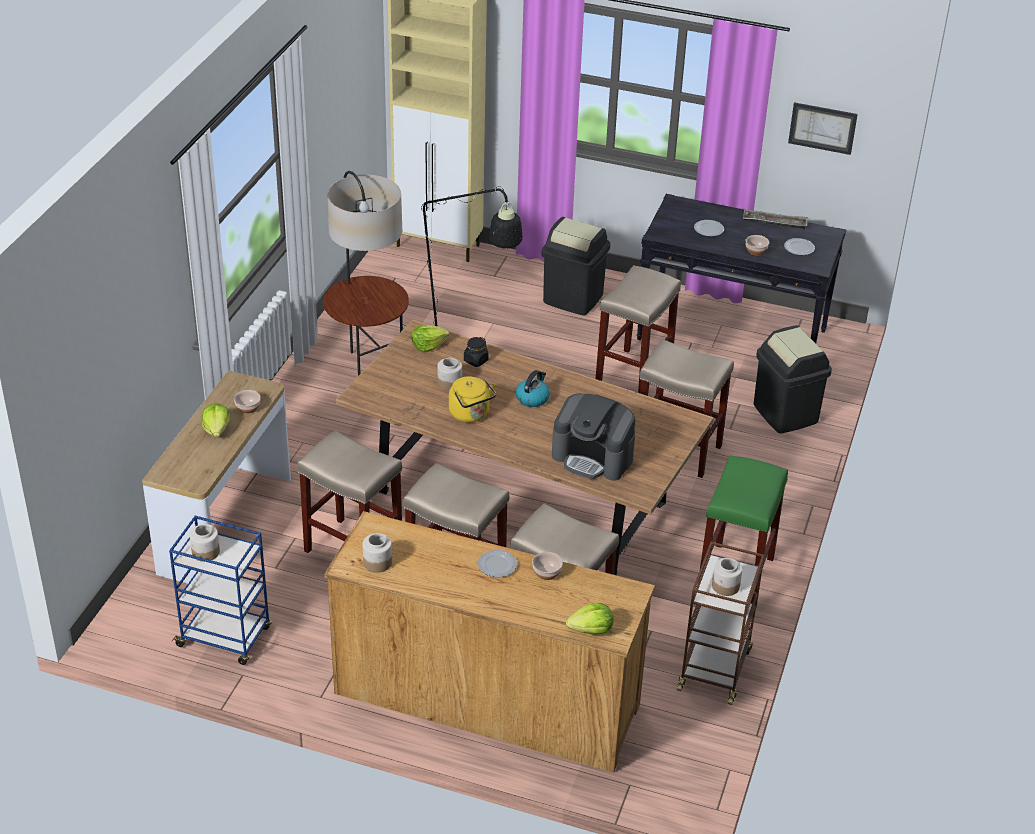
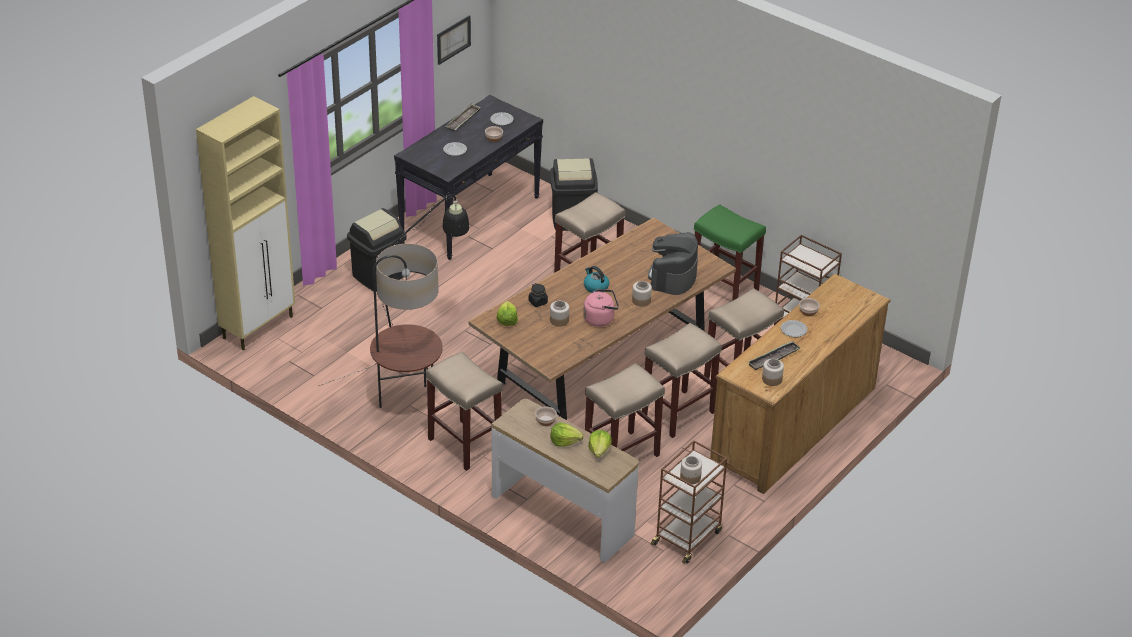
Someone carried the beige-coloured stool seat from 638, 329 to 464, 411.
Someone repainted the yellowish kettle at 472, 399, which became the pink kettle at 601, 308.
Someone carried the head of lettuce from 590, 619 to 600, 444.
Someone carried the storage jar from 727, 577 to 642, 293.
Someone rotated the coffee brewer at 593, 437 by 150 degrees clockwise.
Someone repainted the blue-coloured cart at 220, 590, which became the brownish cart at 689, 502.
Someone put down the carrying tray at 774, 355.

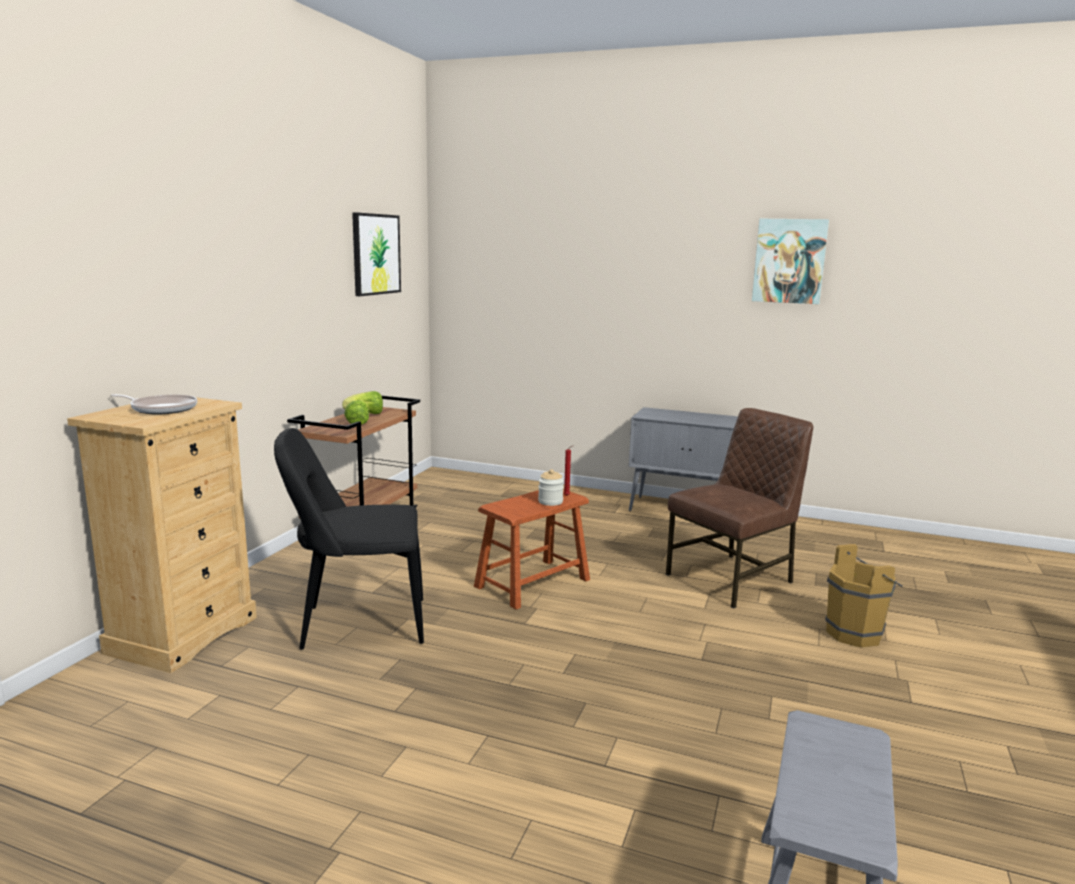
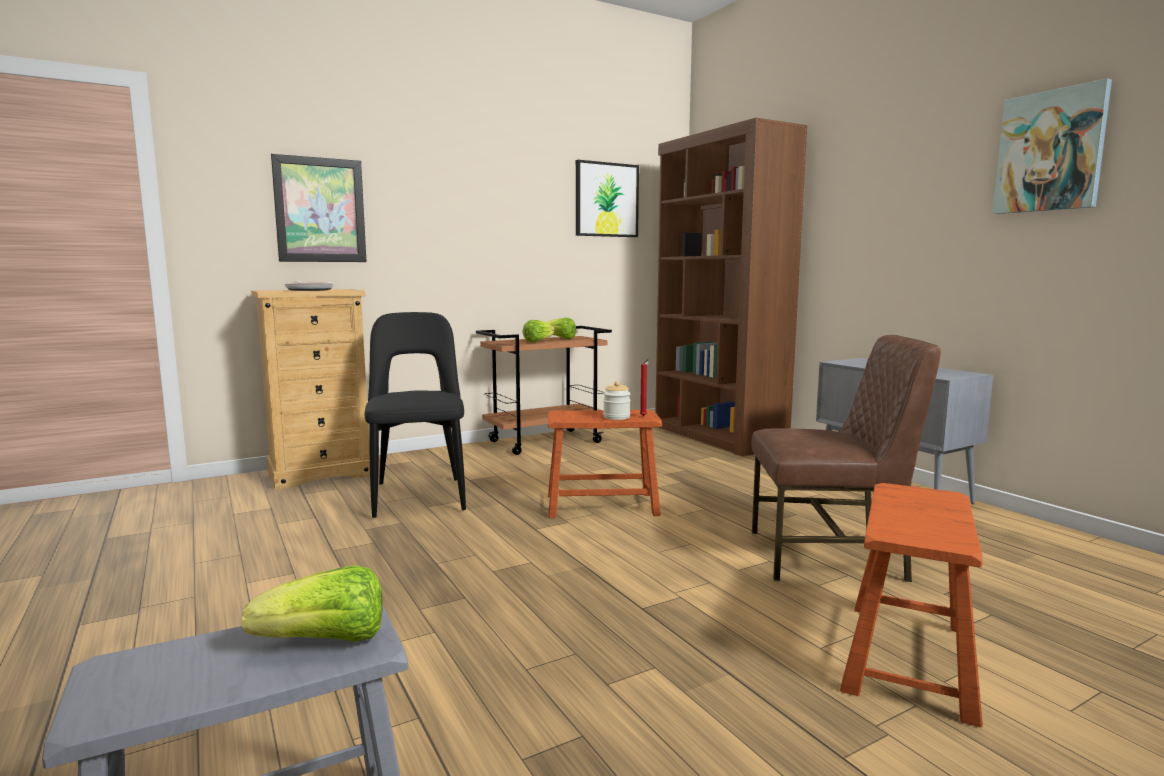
Someone put down the head of lettuce at 312, 603.
Someone put up the picture at 319, 208.
Someone rotated the black-coloured chair at 349, 539 by 45 degrees clockwise.
Someone put down the brownish bookcase at 731, 287.
Someone swapped the brownish pail at 864, 595 for the brownish stool seat at 911, 605.

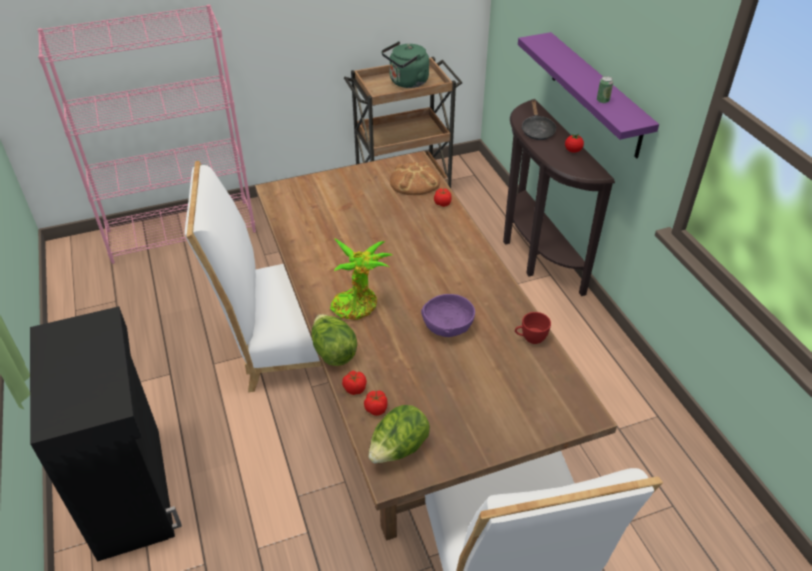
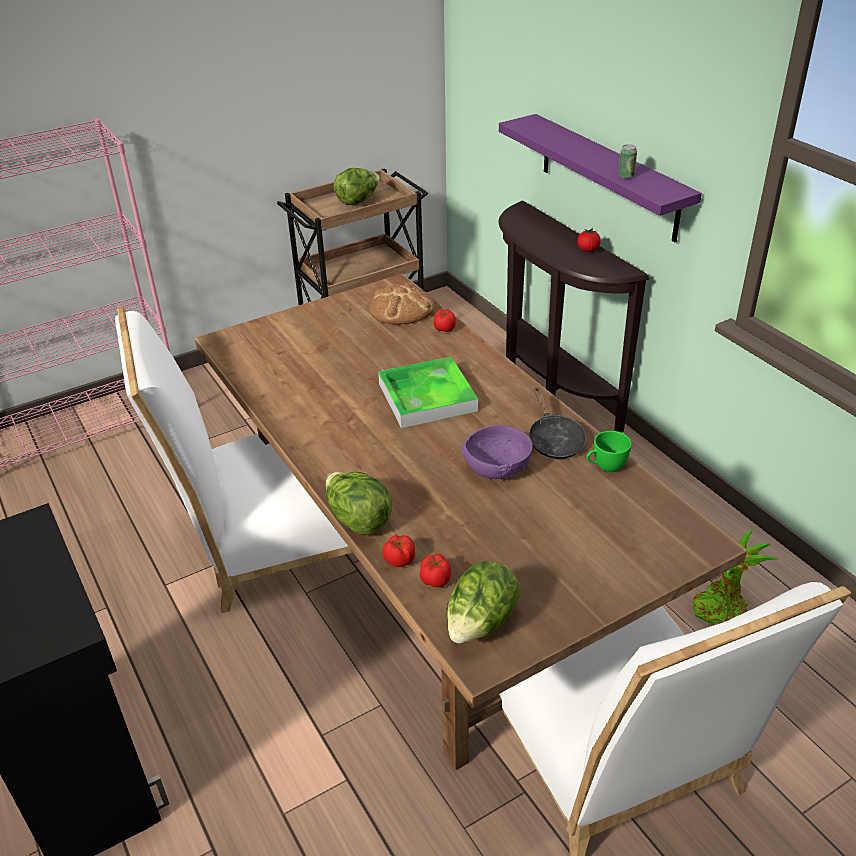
Someone swapped the greenish kettle at 405, 64 for the head of lettuce at 357, 186.
Someone put down the carrying tray at 428, 392.
Someone carried the black-coloured pan from 539, 120 to 557, 423.
Someone repainted the reddish small cup at 533, 328, which became the greenish small cup at 609, 451.
Someone carried the plant in a pot from 361, 279 to 736, 577.

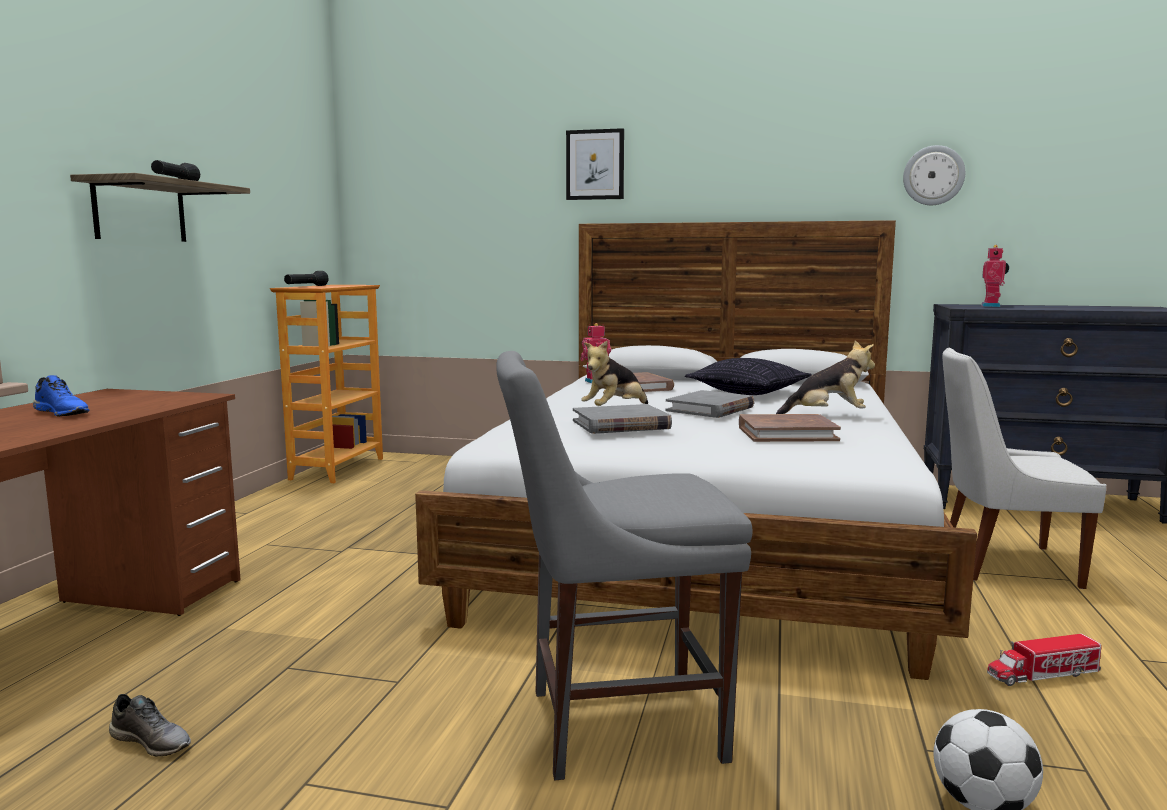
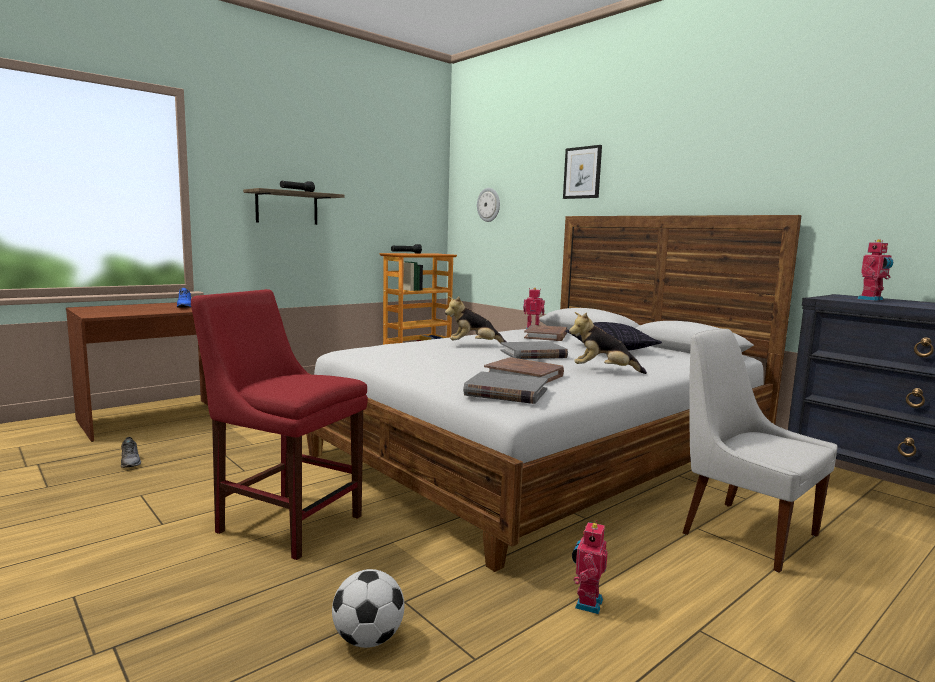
Someone repainted the grey chair at 624, 565, which became the reddish chair at 279, 424.
Someone carried the grey volume from 622, 419 to 505, 387.
Someone carried the wall clock from 934, 175 to 488, 205.
Someone rotated the cuddly toy at 825, 377 by 150 degrees clockwise.
Someone swapped the toy truck at 1044, 660 for the robot figure at 590, 567.

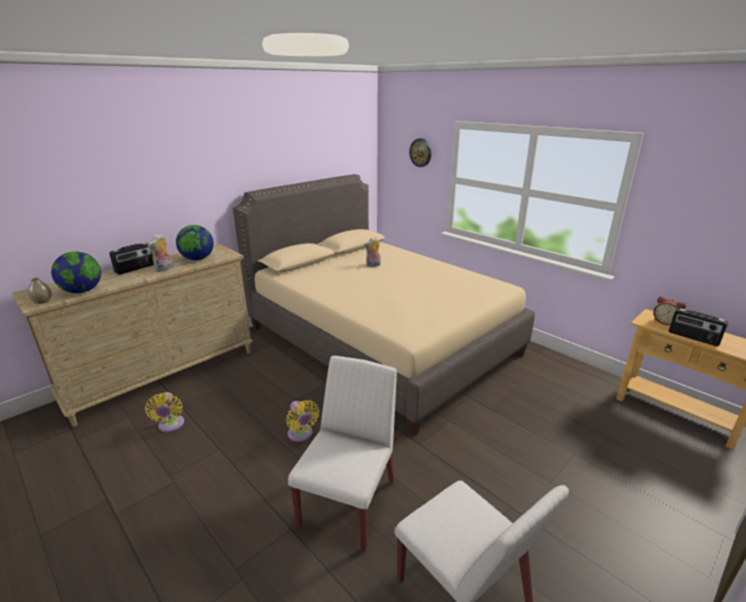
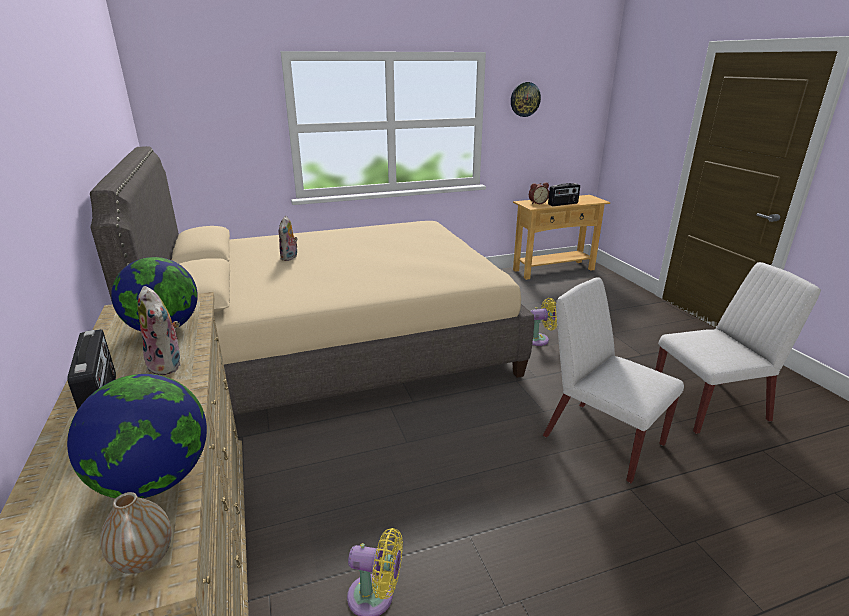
Someone carried the wall clock from 420, 152 to 526, 99.
Someone carried the yellowish electric fan from 302, 421 to 543, 322.

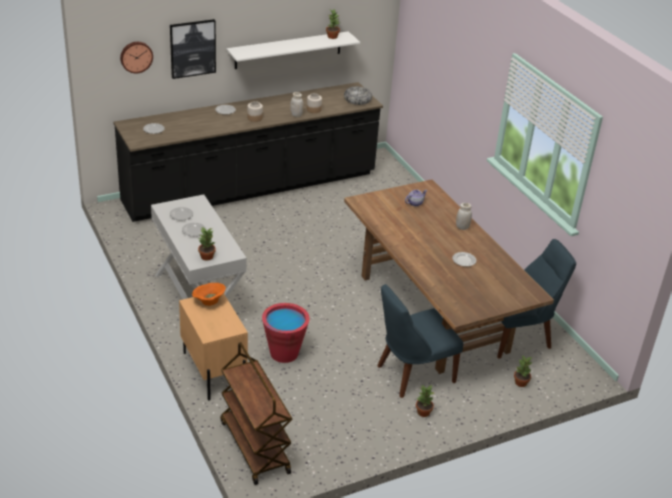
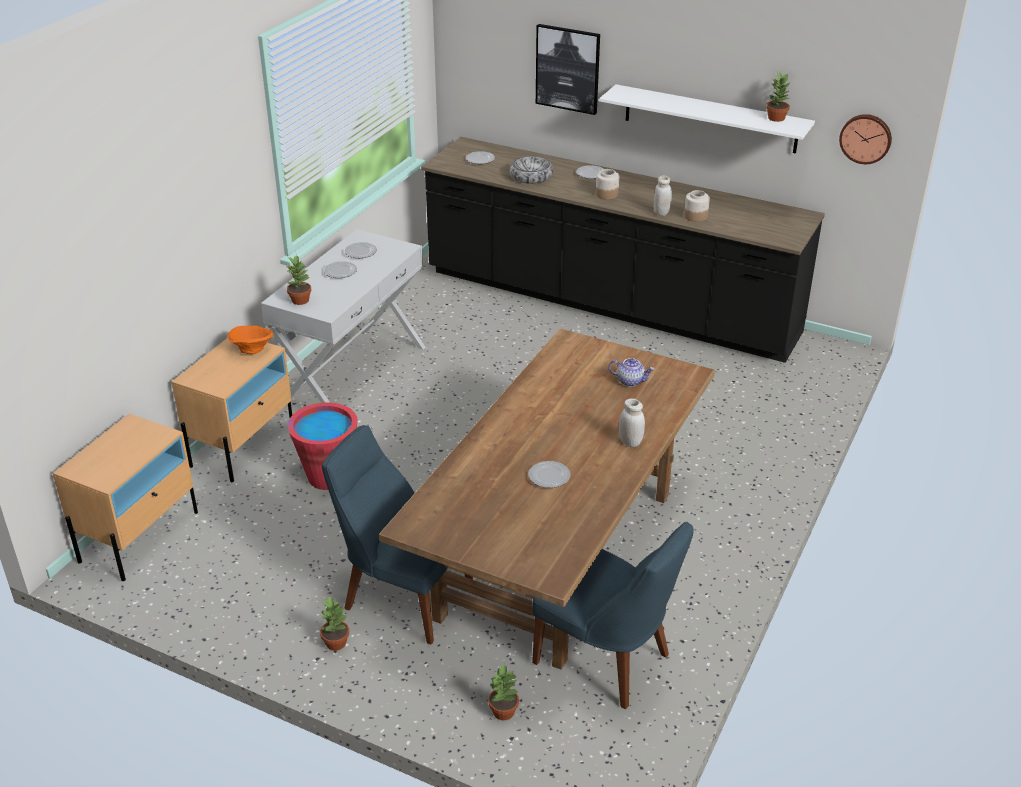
Someone swapped the brownish cart at 256, 413 for the beige-coloured nightstand at 125, 497.
Someone carried the deep dish from 358, 95 to 531, 170.
Someone carried the wall clock from 136, 57 to 865, 139.

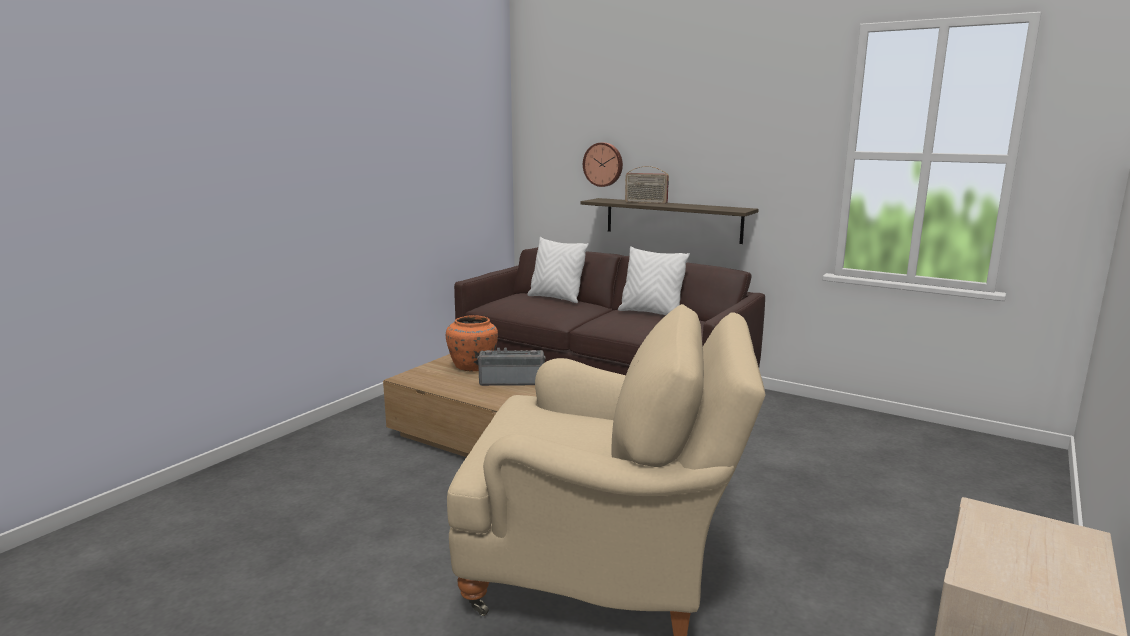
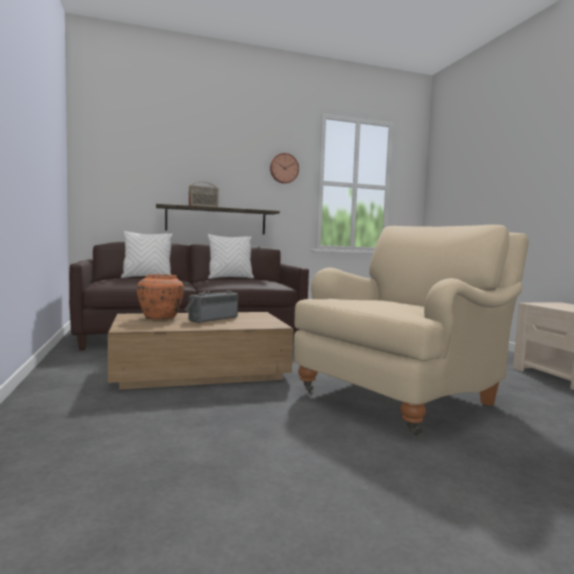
Someone carried the wall clock from 603, 164 to 284, 168.

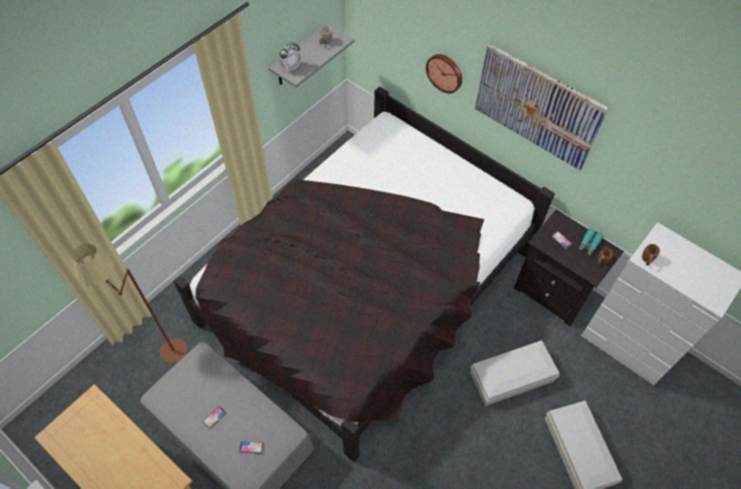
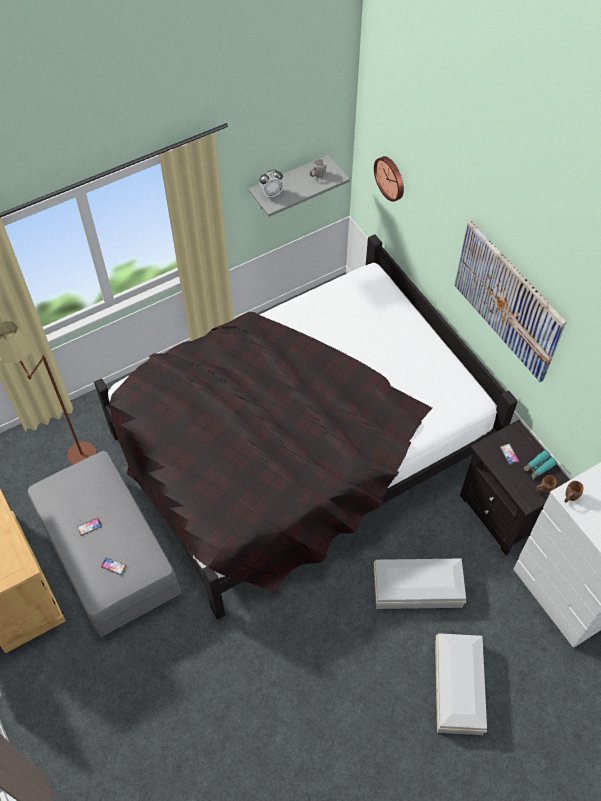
Someone carried the wall clock from 444, 73 to 389, 179.

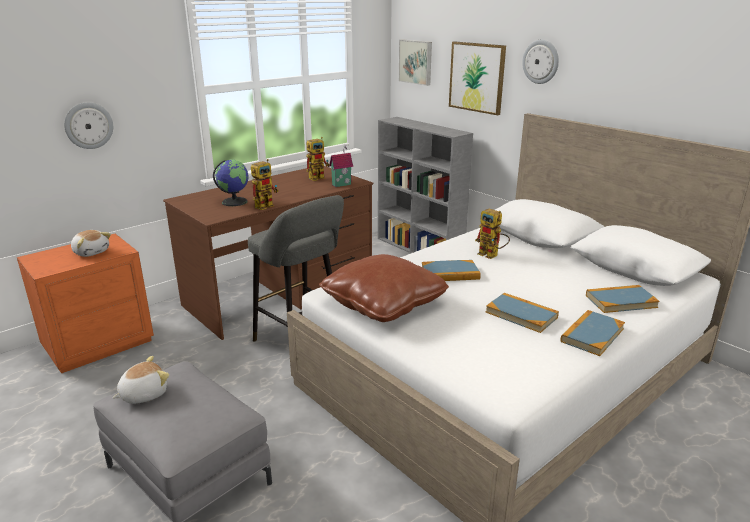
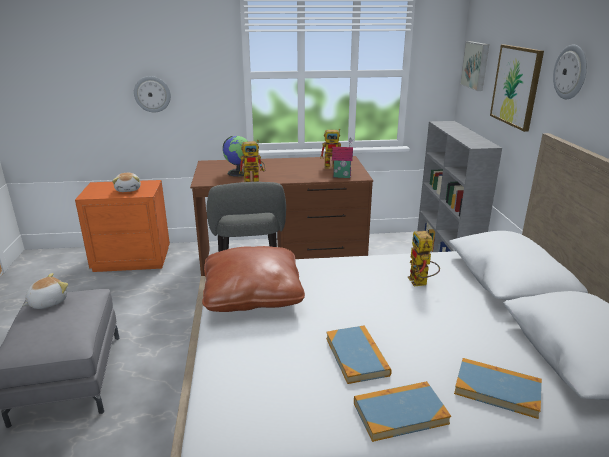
Someone rotated the cuddly toy at 140, 380 by 45 degrees counterclockwise.
Someone took away the volume at 451, 270.

